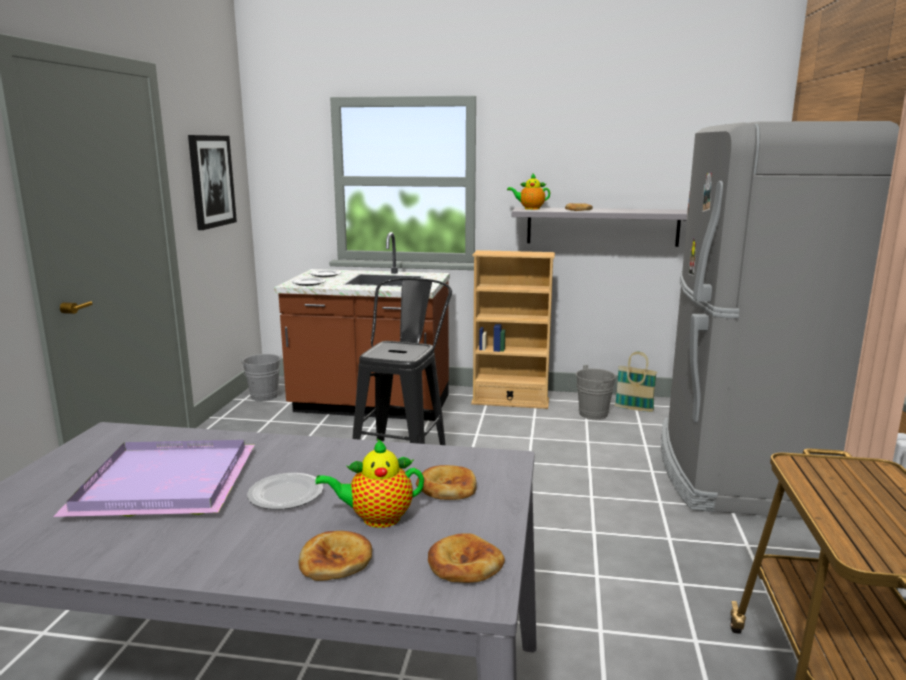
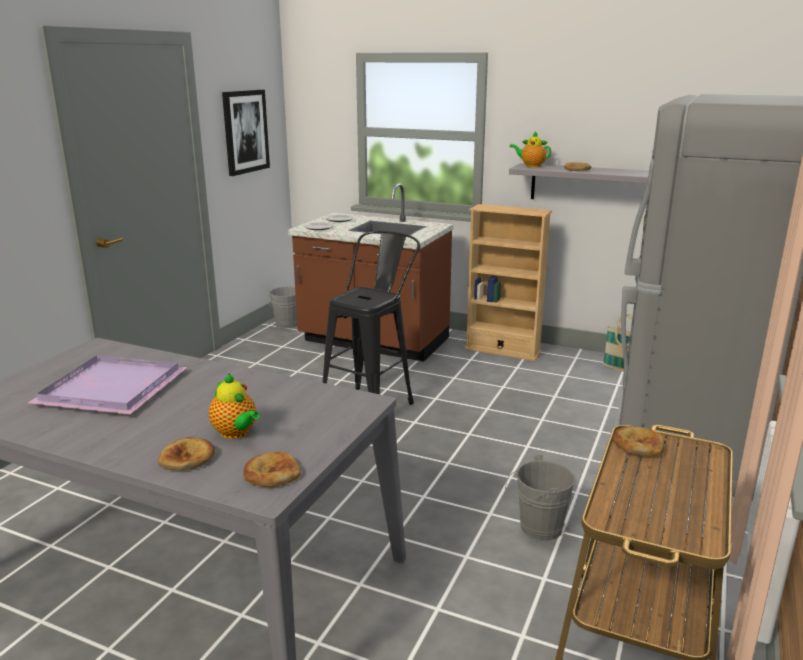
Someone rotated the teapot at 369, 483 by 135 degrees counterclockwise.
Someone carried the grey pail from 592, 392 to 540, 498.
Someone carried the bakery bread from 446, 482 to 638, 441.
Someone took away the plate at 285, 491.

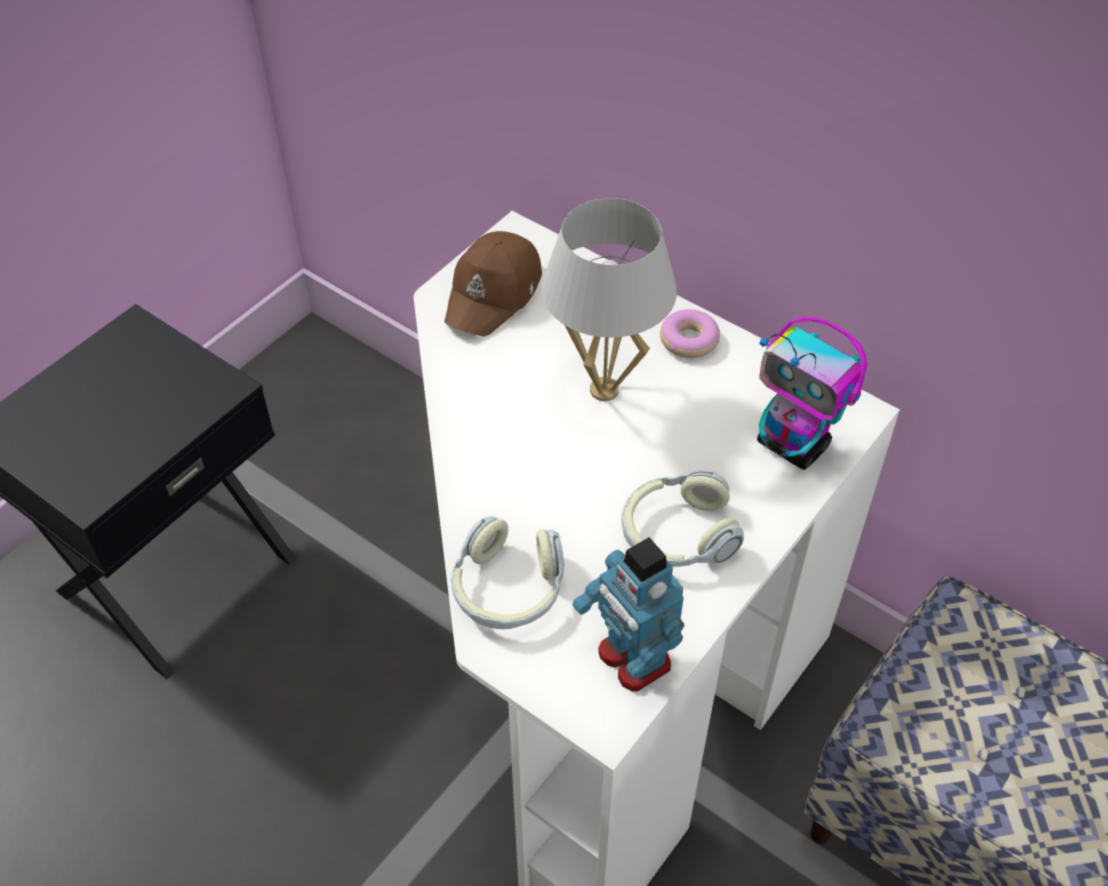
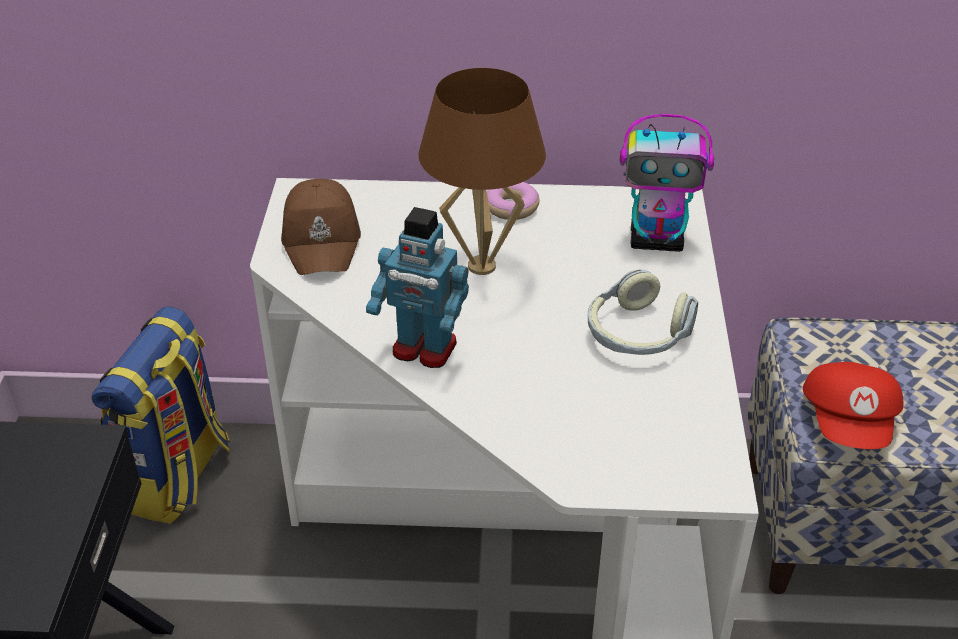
Someone put down the rucksack at 160, 415.
Someone carried the robot figure from 628, 614 to 417, 287.
Someone repainted the whitish tabletop lamp at 609, 299, which became the brownish tabletop lamp at 482, 171.
Someone put down the reddish peaked cap at 853, 405.
Someone took away the headset at 507, 572.

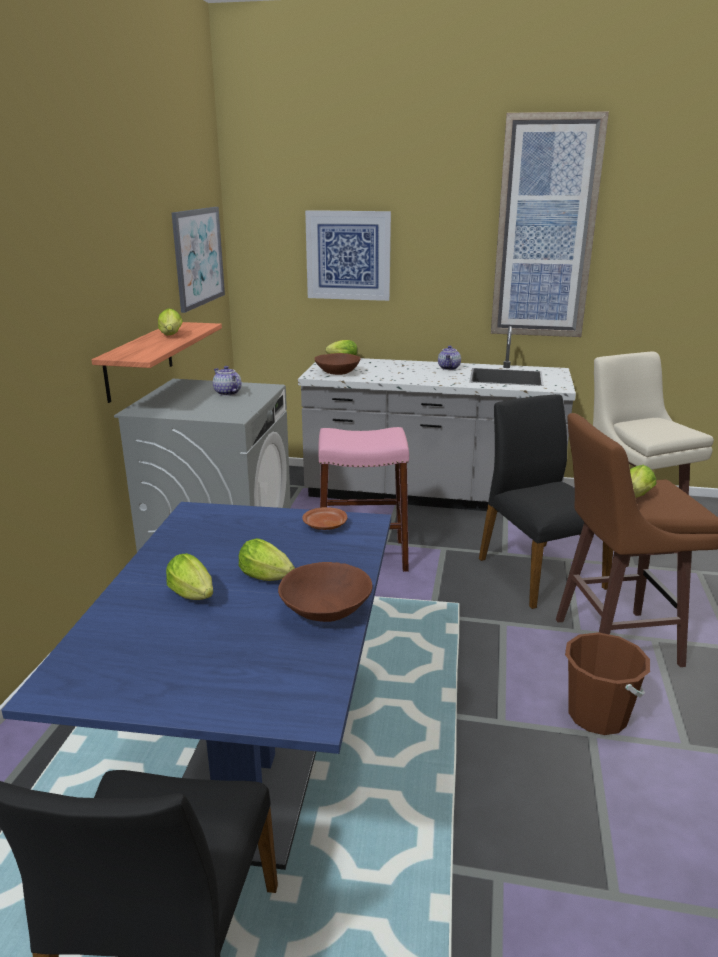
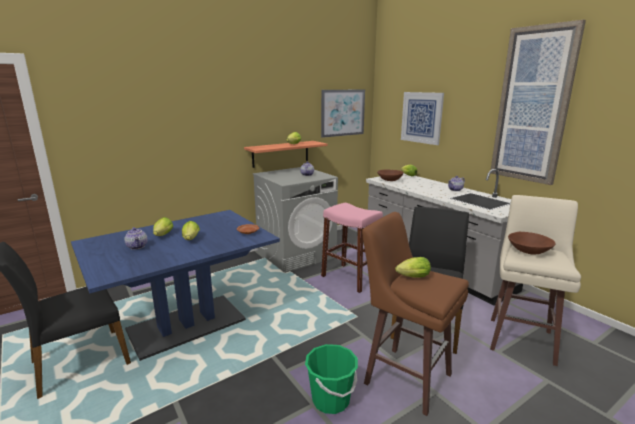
Someone put down the teapot at 136, 238.
Someone repainted the brownish pail at 607, 683, which became the greenish pail at 331, 379.
Someone carried the brownish deep dish from 325, 592 to 532, 243.

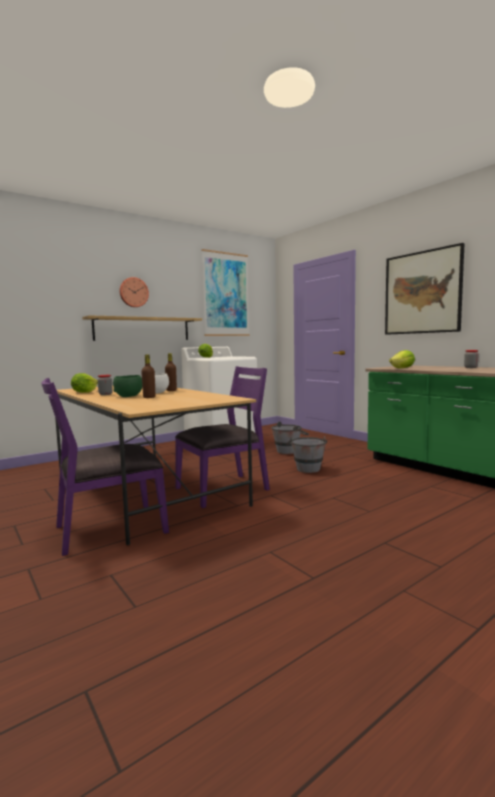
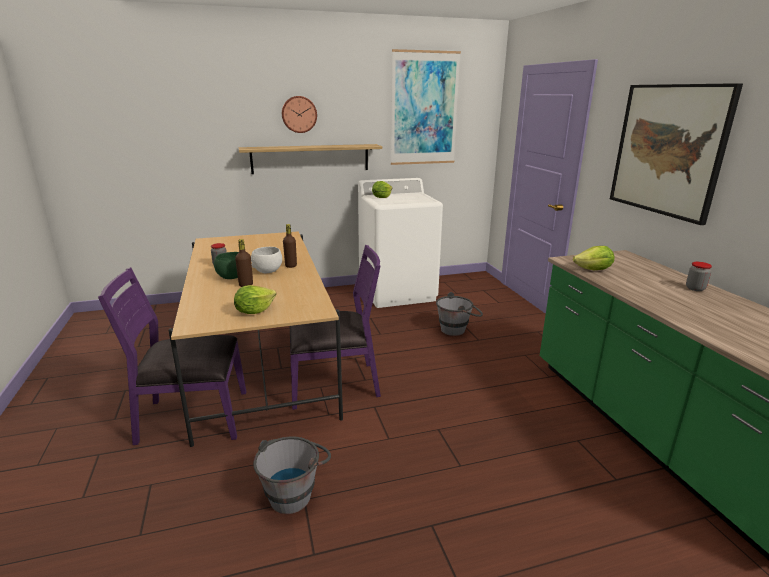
Someone carried the head of lettuce from 84, 383 to 255, 299.
Someone carried the grey pail from 307, 454 to 292, 475.

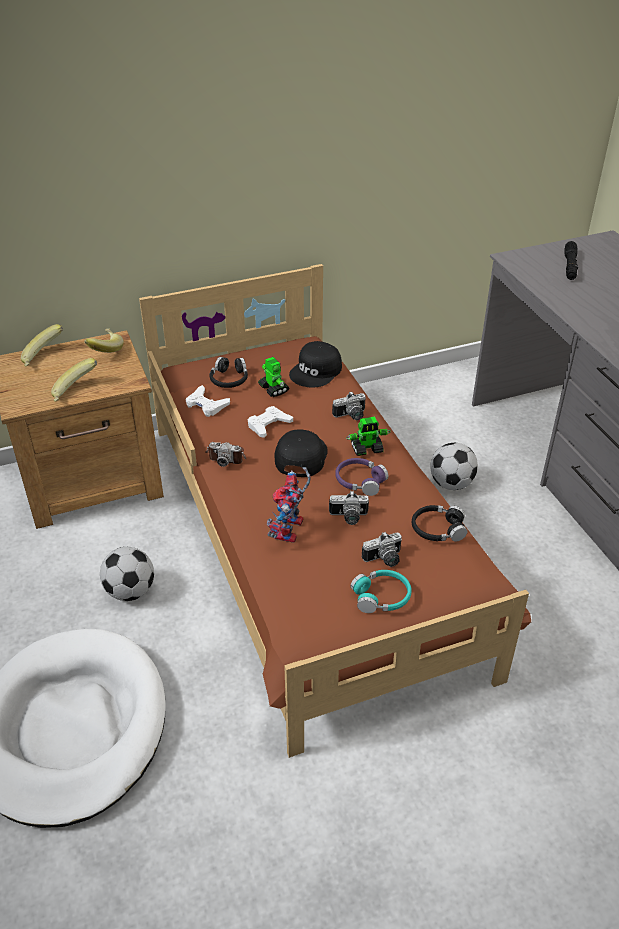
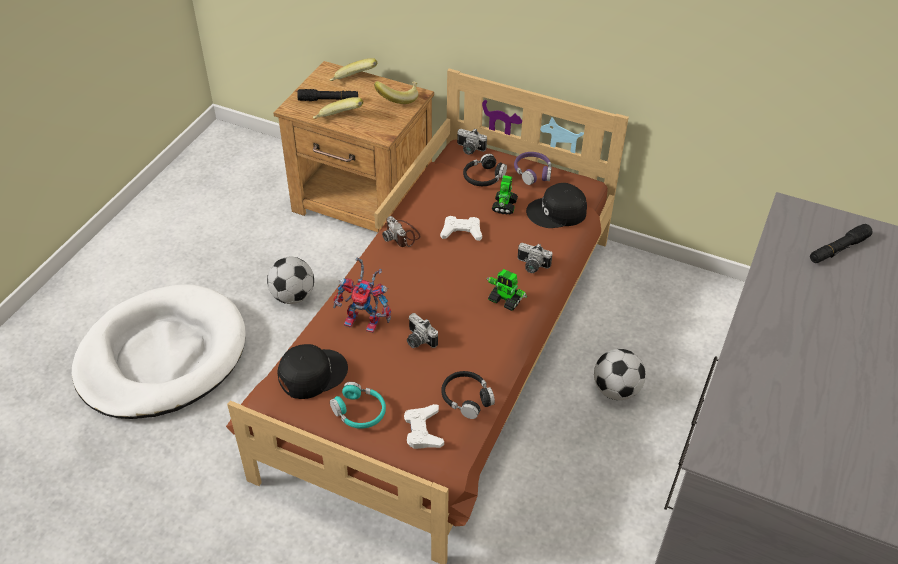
Someone carried the black-coloured peaked cap from 301, 453 to 313, 371.
Someone put down the black-coloured hand torch at 327, 95.
Someone rotated the robot figure at 289, 505 by 135 degrees counterclockwise.
Someone carried the whitish joypad from 208, 401 to 424, 426.
Someone carried the photo camera from 382, 549 to 472, 141.
Someone carried the purple headset from 361, 477 to 533, 168.

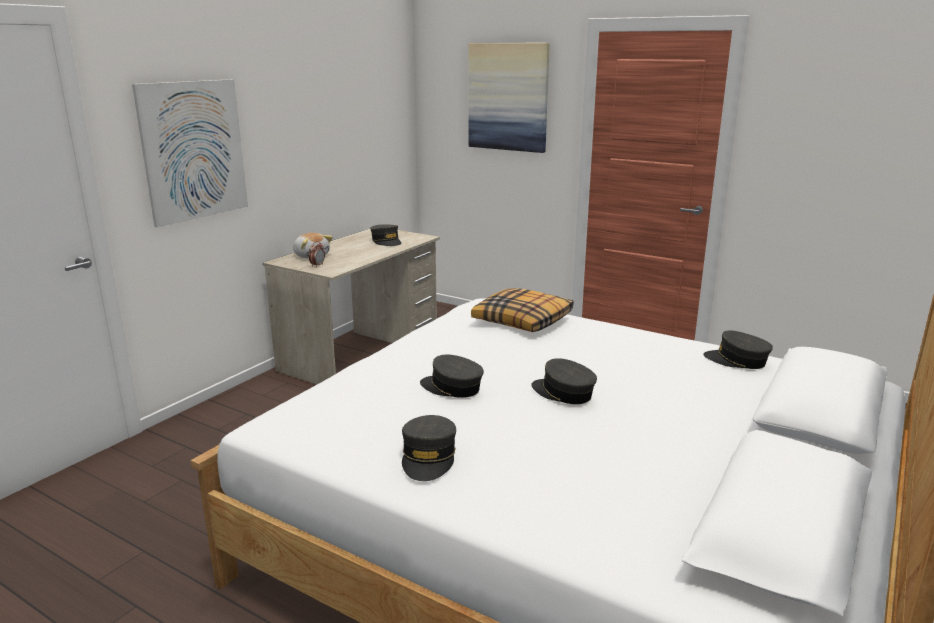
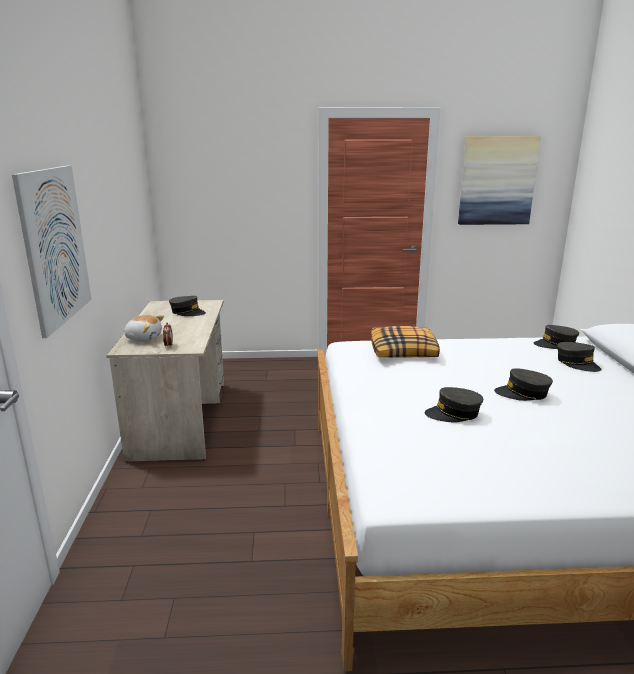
Someone carried the picture from 509, 98 to 499, 180.
Someone carried the grey peaked cap from 429, 448 to 579, 357.

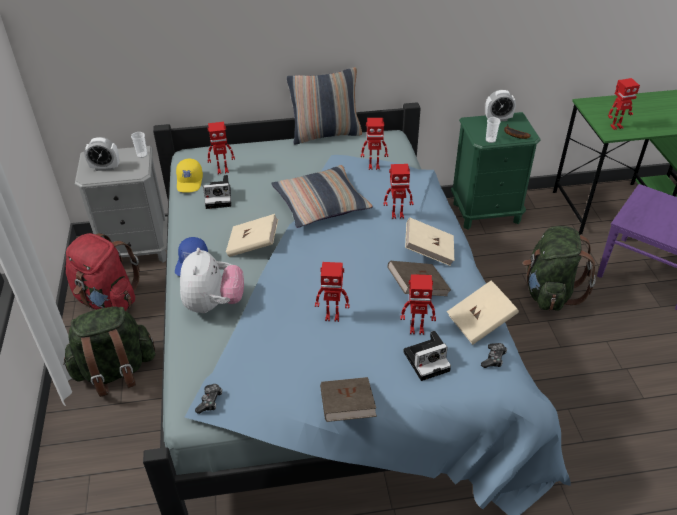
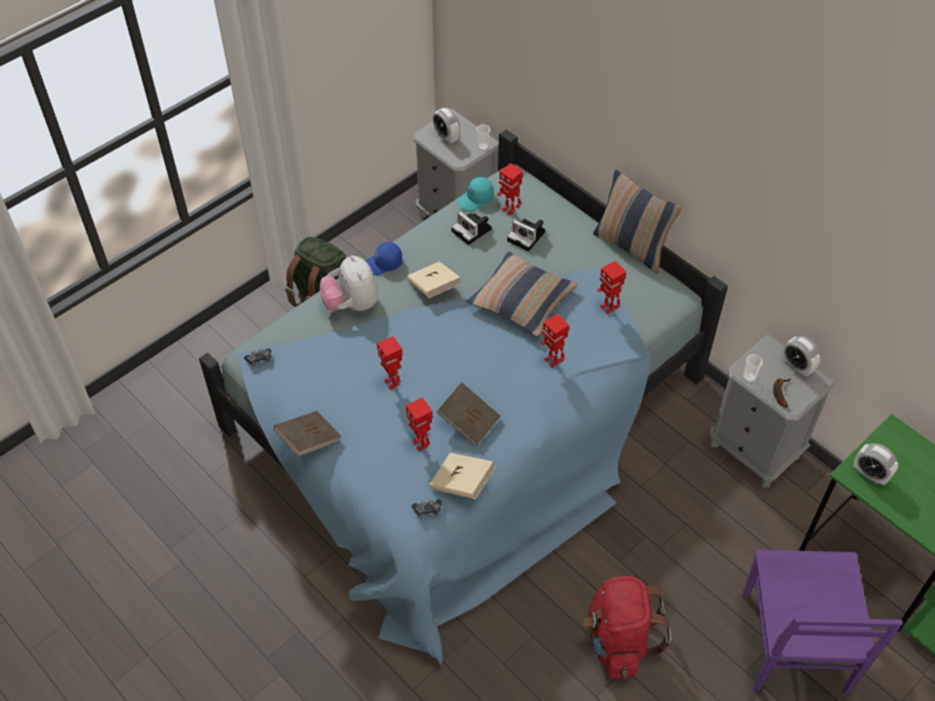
Someone rotated the cuddly toy at 212, 280 by 105 degrees clockwise.
Someone repainted the yellowish peaked cap at 189, 176, which became the blue-green peaked cap at 475, 194.
Someone carried the photo camera from 427, 356 to 526, 235.
Someone carried the reddish rucksack from 103, 272 to 627, 627.
Someone repainted the greenish nightstand at 496, 171, which became the grey nightstand at 772, 411.
Someone swapped the robot figure at 624, 104 for the table clock at 875, 464.
Someone took away the beige-coloured volume at 429, 242.
Someone took away the greenish rucksack at 559, 268.

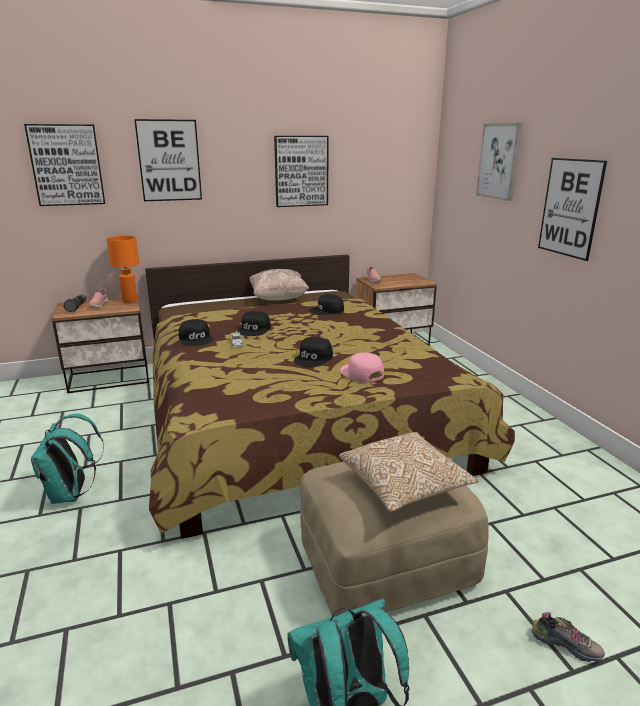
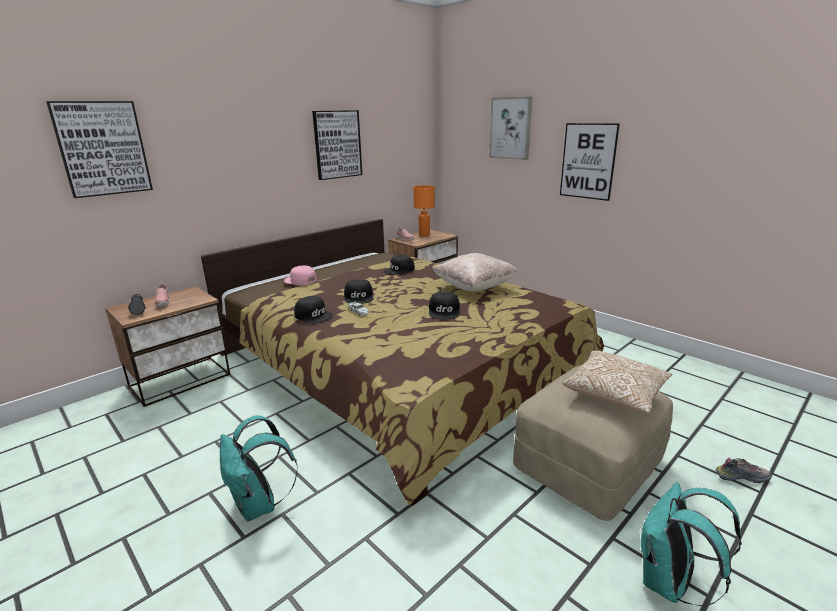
Someone carried the pink peaked cap from 362, 367 to 300, 276.
Someone carried the orange-coloured tabletop lamp from 123, 269 to 424, 210.
Someone carried the beige-coloured cushion from 279, 285 to 475, 272.
Someone took away the picture at 168, 160.

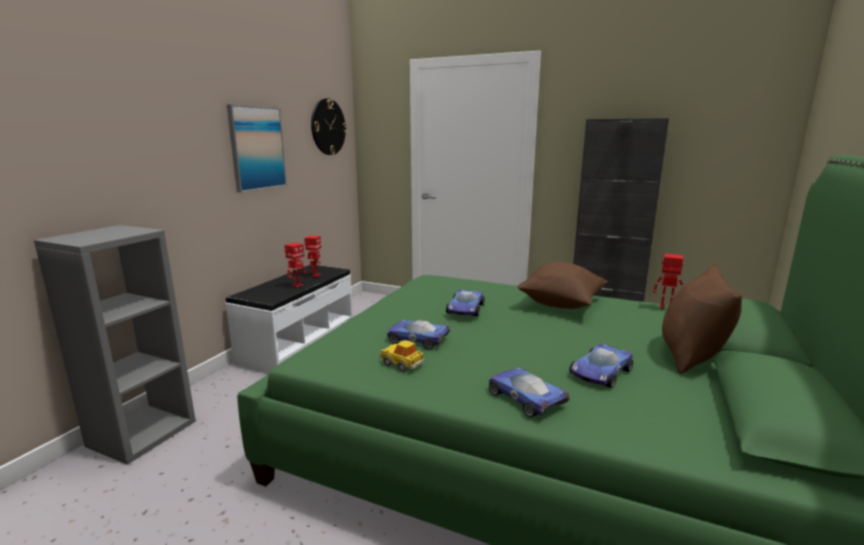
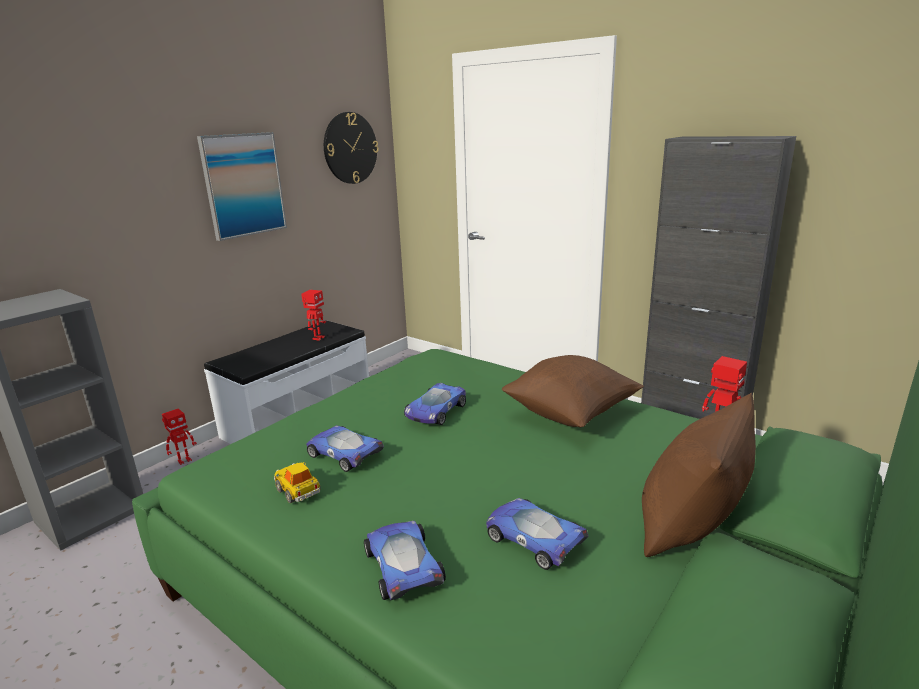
Someone carried the robot figure from 295, 265 to 179, 436.
Someone rotated the miniature car at 601, 366 by 75 degrees clockwise.

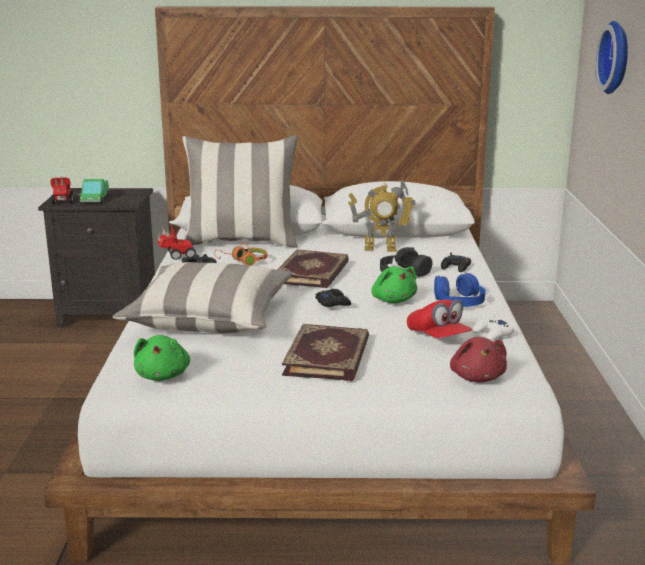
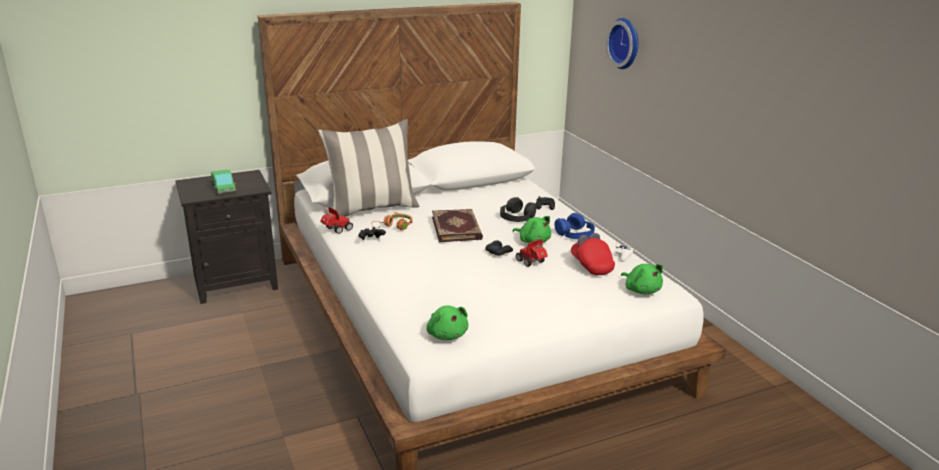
Someone carried the miniature car from 62, 190 to 532, 253.
Someone rotated the reddish peaked cap at 440, 318 by 150 degrees counterclockwise.
Someone repainted the reddish cuddly toy at 478, 360, which became the greenish cuddly toy at 642, 279.
Someone took away the cushion at 203, 297.
Someone took away the volume at 325, 352.
Someone took away the robot figure at 382, 215.

